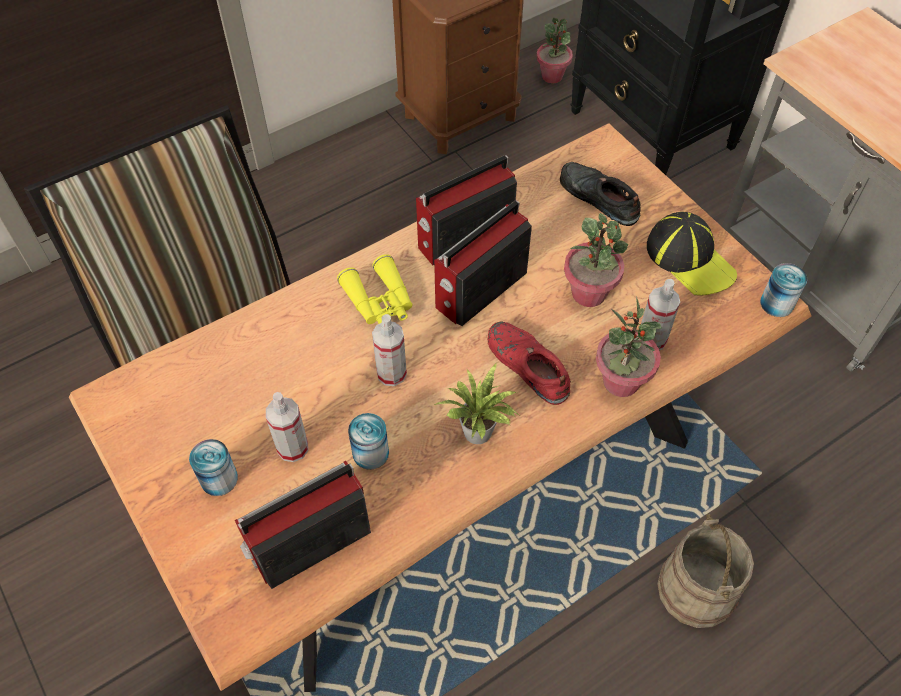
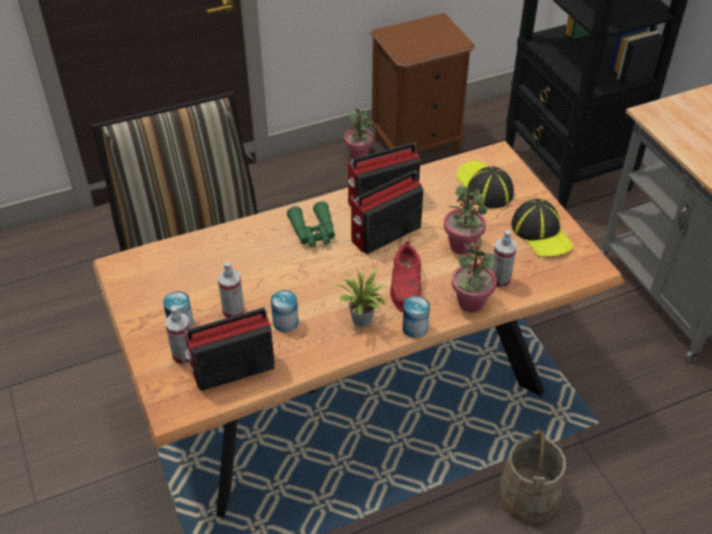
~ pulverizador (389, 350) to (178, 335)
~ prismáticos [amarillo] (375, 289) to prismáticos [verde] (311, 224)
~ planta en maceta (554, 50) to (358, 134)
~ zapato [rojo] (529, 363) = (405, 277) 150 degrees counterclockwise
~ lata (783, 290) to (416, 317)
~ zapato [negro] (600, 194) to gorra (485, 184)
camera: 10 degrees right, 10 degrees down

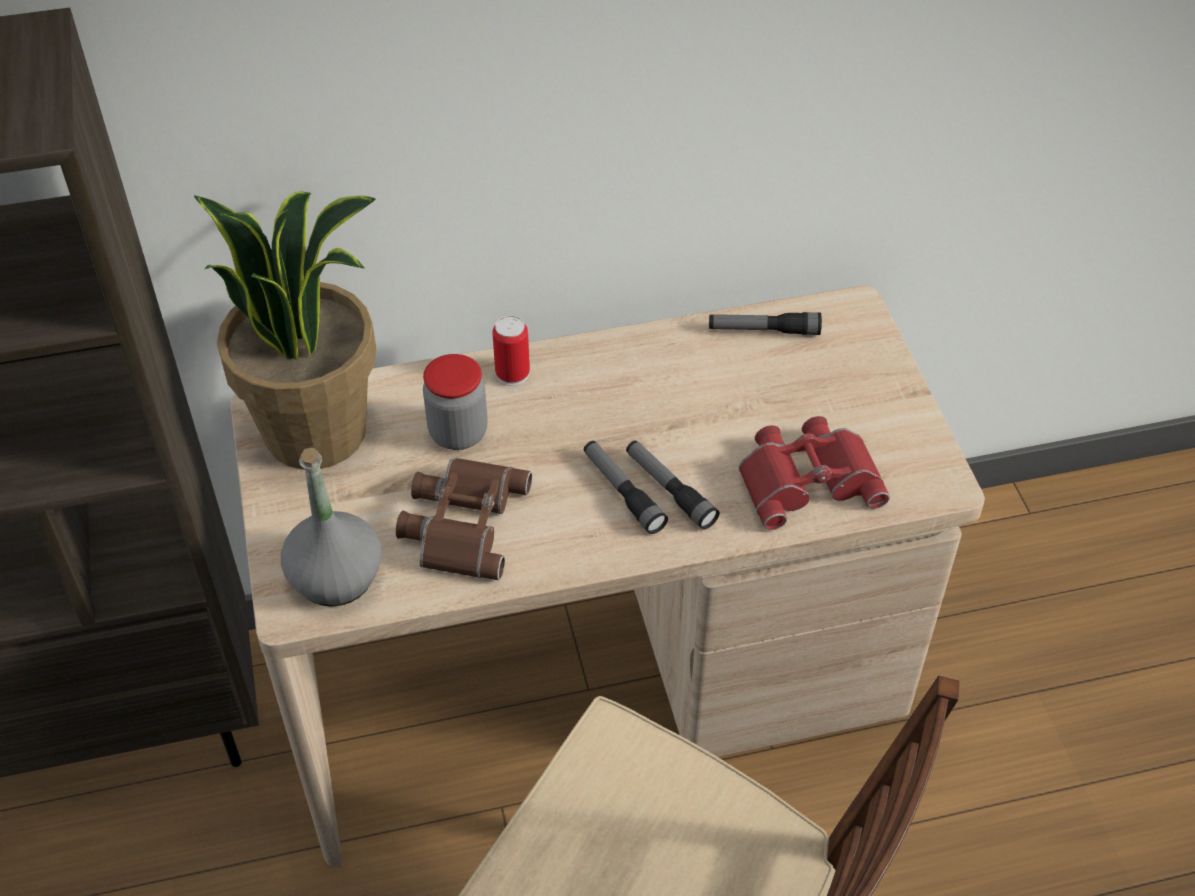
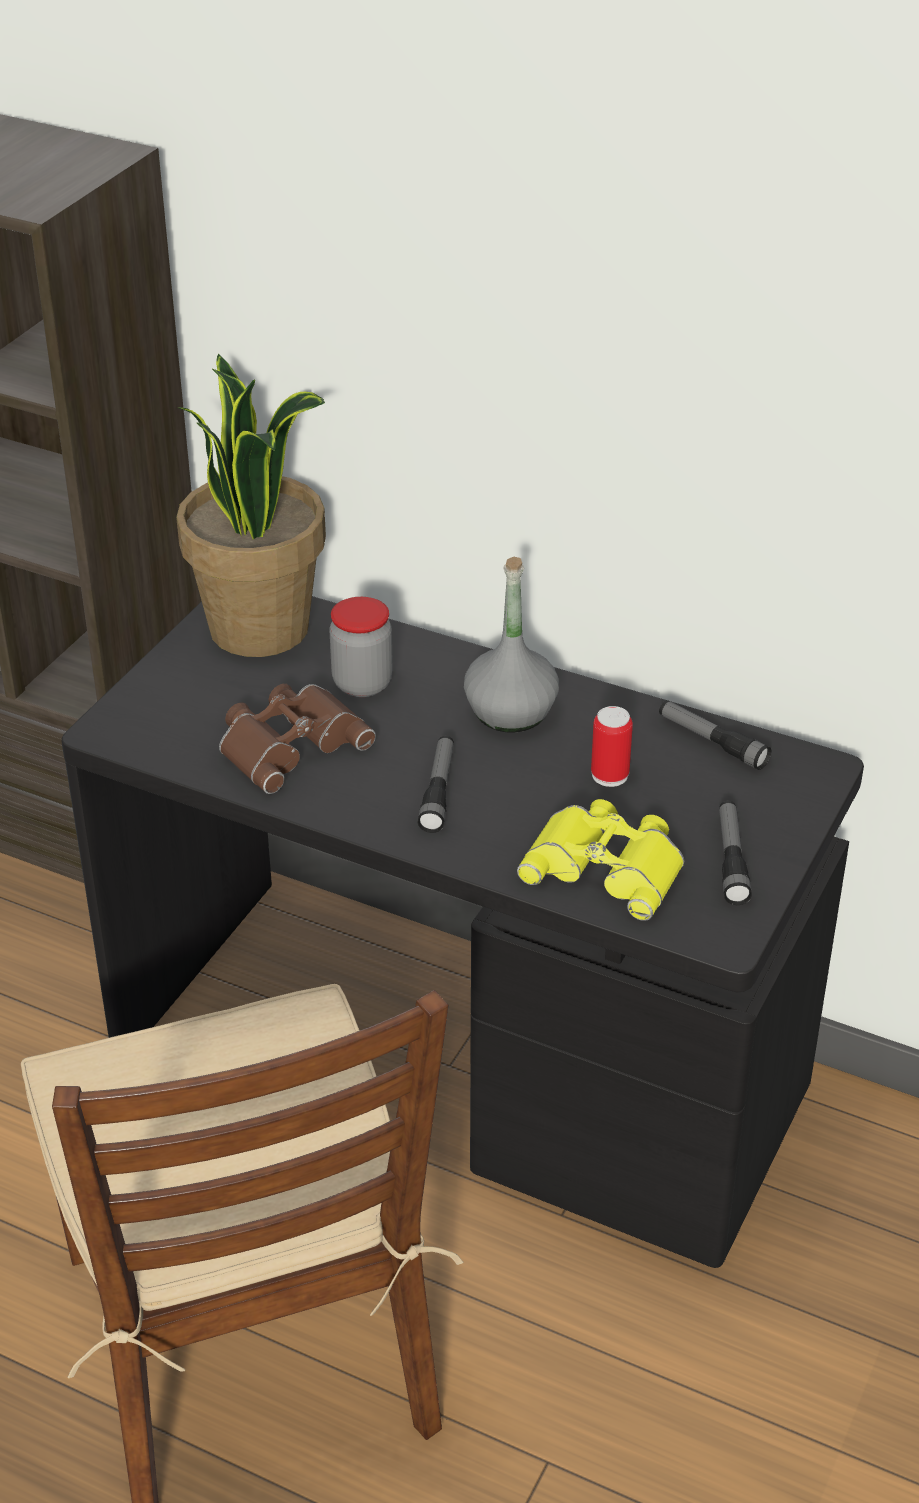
~ escritorio [beis] (608, 576) to escritorio [negro] (462, 932)
~ botella [gris] (331, 527) to (511, 645)
~ prismáticos [rojo] (814, 473) to prismáticos [amarillo] (600, 860)
~ lata (511, 351) to (612, 746)
~ linterna (673, 485) to (735, 853)
camera: 40 degrees right, 10 degrees down

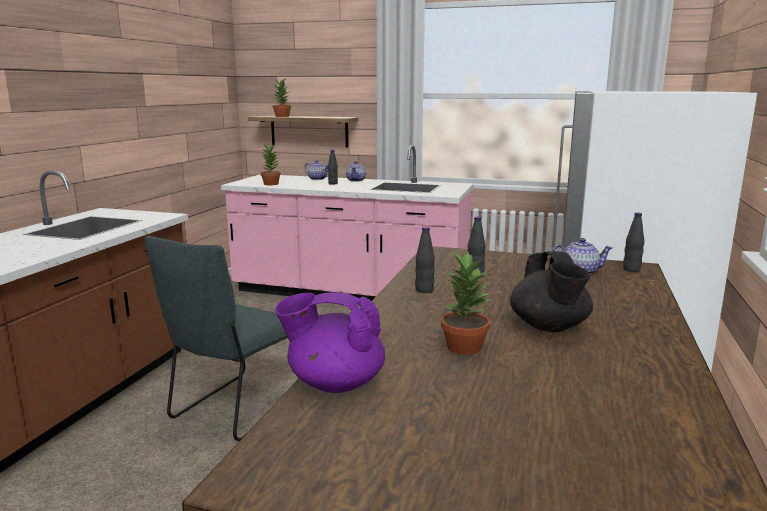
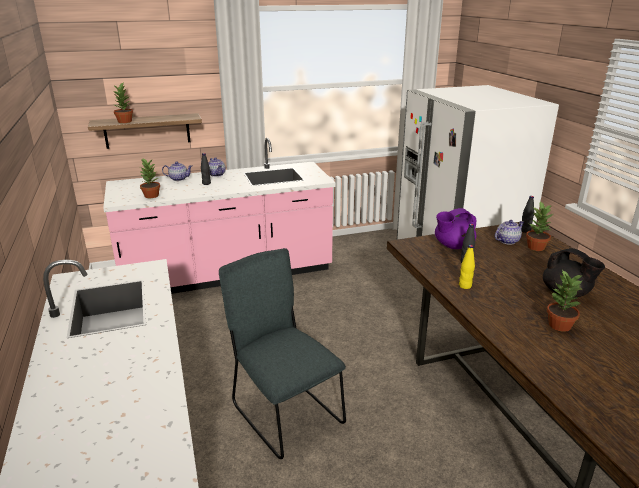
~ silla [gris] (216, 338) = (282, 353) 150 degrees clockwise
~ tetera [morado] (330, 342) to (456, 228)
~ botella [negro] (425, 260) to botella [amarillo] (467, 267)
+ planta en maceta (539, 226)
camera: 35 degrees left, 10 degrees up

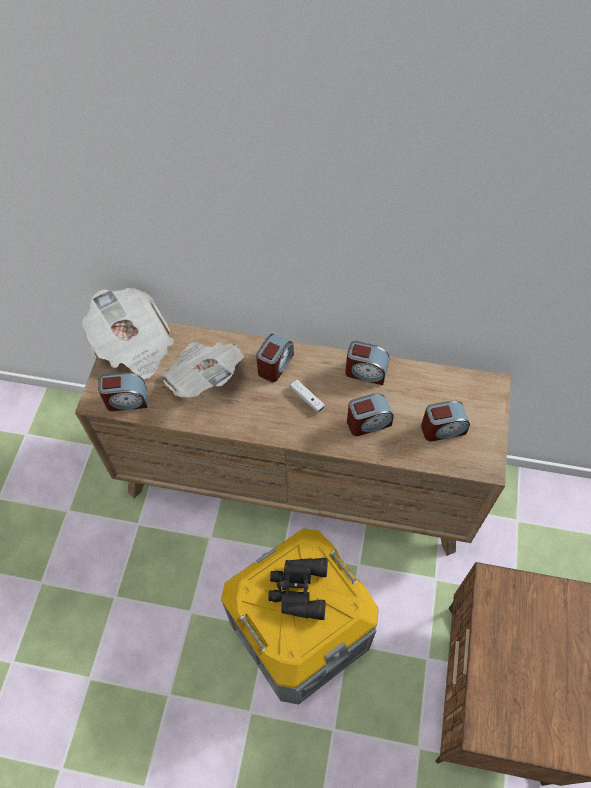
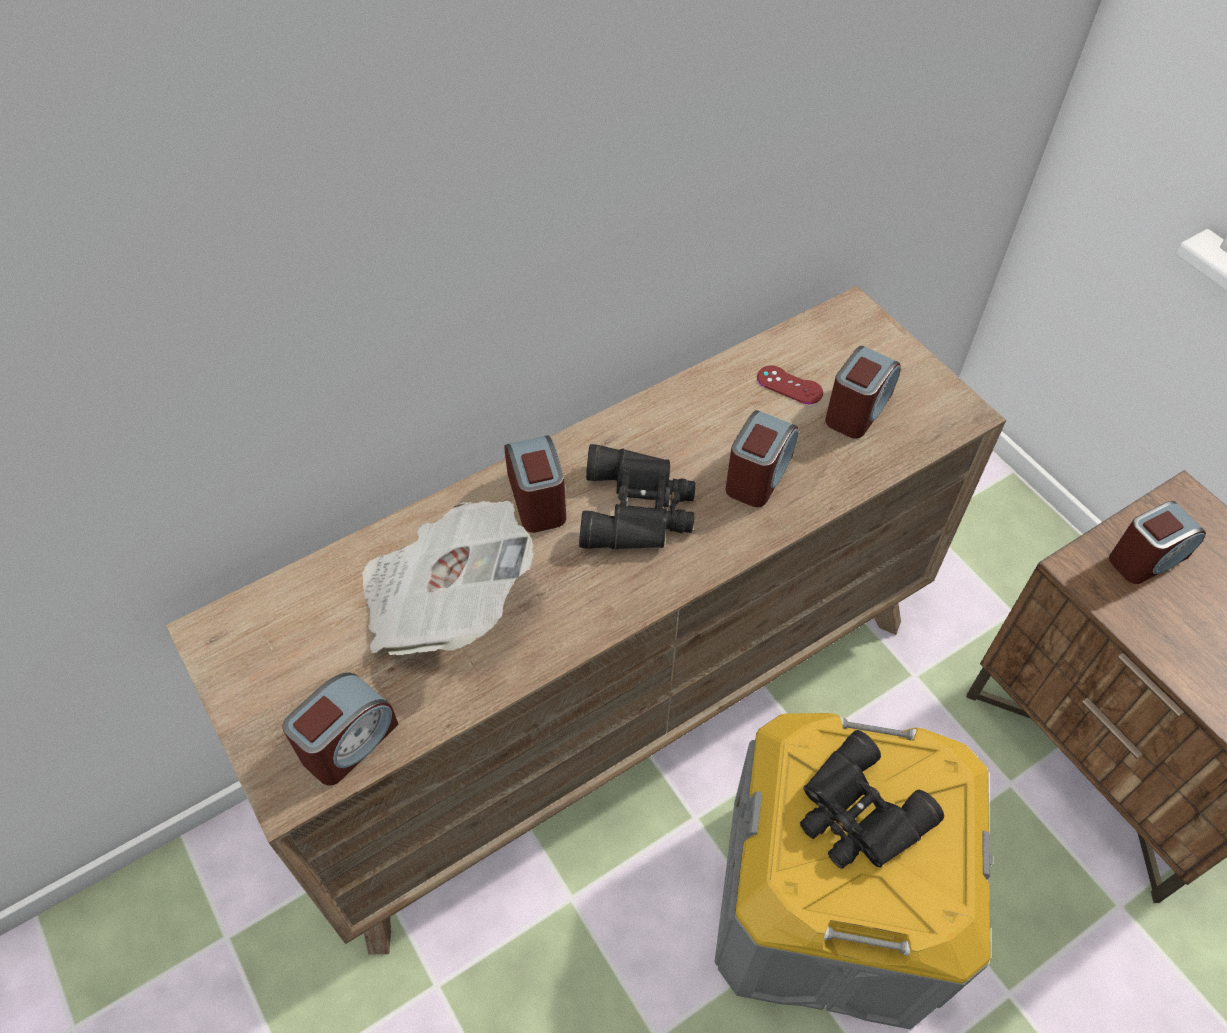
~ mando de consola [blanco] (307, 396) to prismáticos [negro] (637, 496)
+ mando de consola [rojo] (790, 384)
~ despertador (367, 363) to (1157, 542)
- periódico (128, 333)
camera: 45 degrees left, 5 degrees down

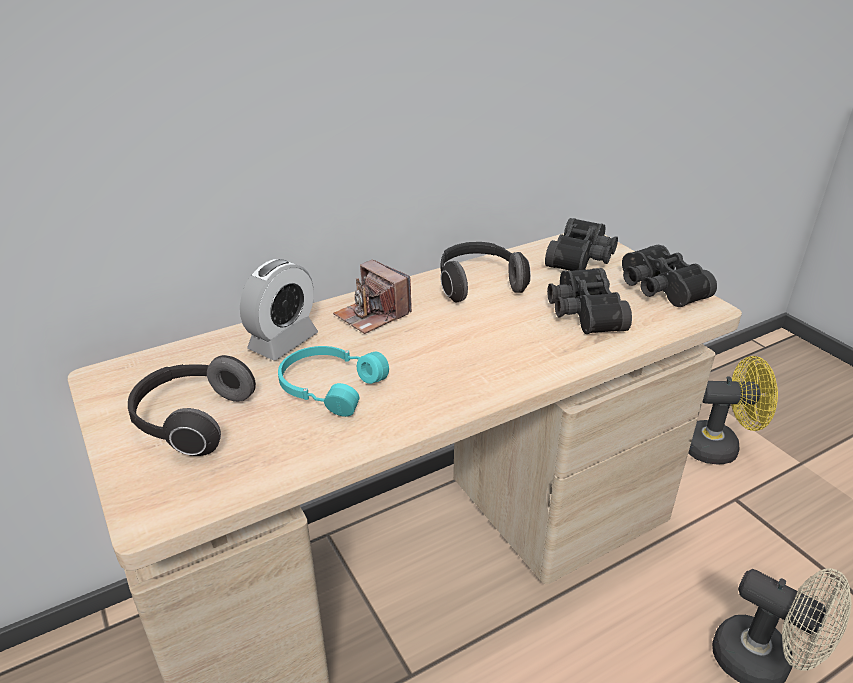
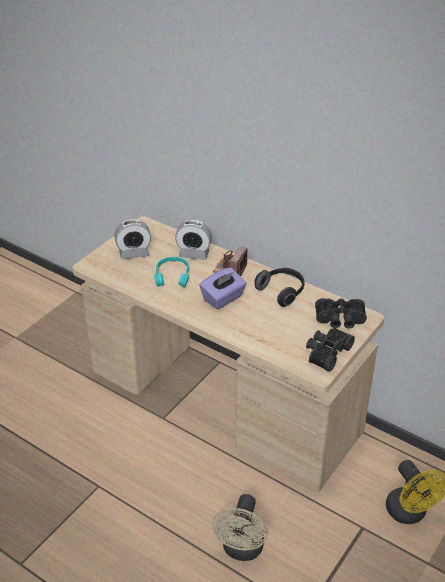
~ auriculares (192, 405) to despertador (132, 239)
+ caja de pañuelos [morado] (223, 288)
- prismáticos [negro] (589, 301)
camera: 65 degrees right, 5 degrees up

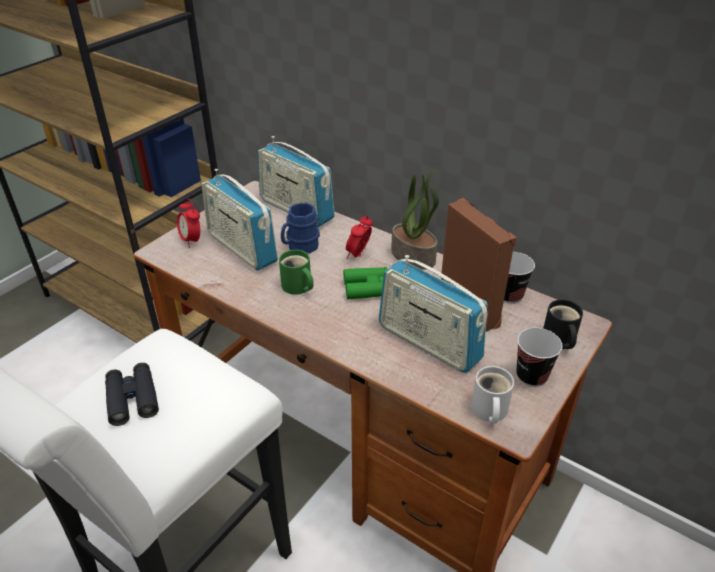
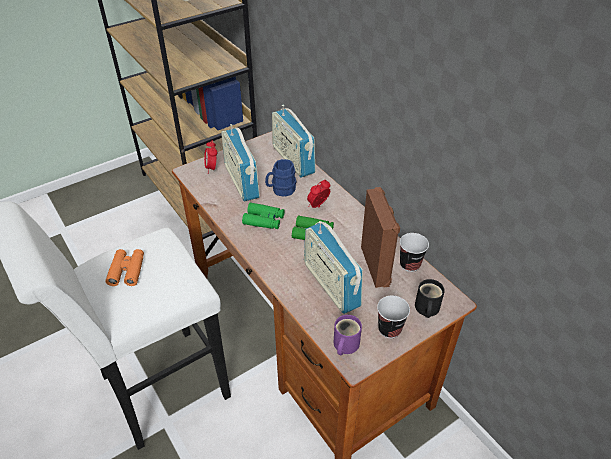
~ prismáticos [negro] (132, 394) to prismáticos [naranja] (124, 267)
~ taza grande [verde] (296, 272) to prismáticos [verde] (263, 215)
~ taza grande [blanco] (492, 395) to taza grande [morado] (348, 335)
- planta en maceta (415, 219)
camera: 20 degrees right, 5 degrees up

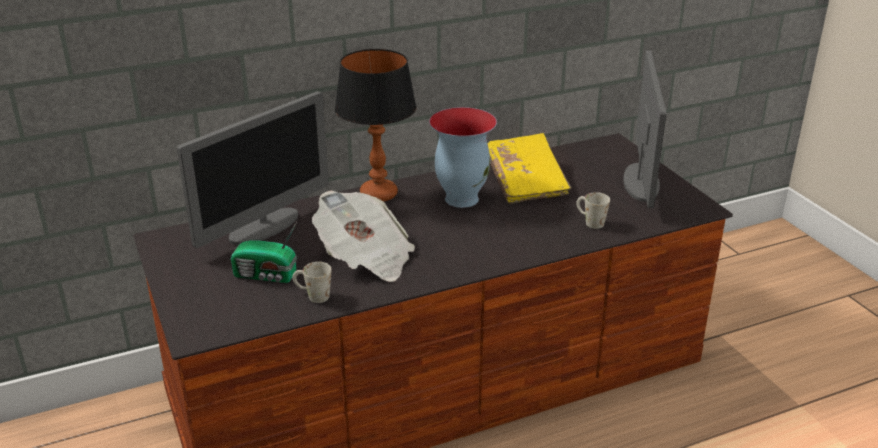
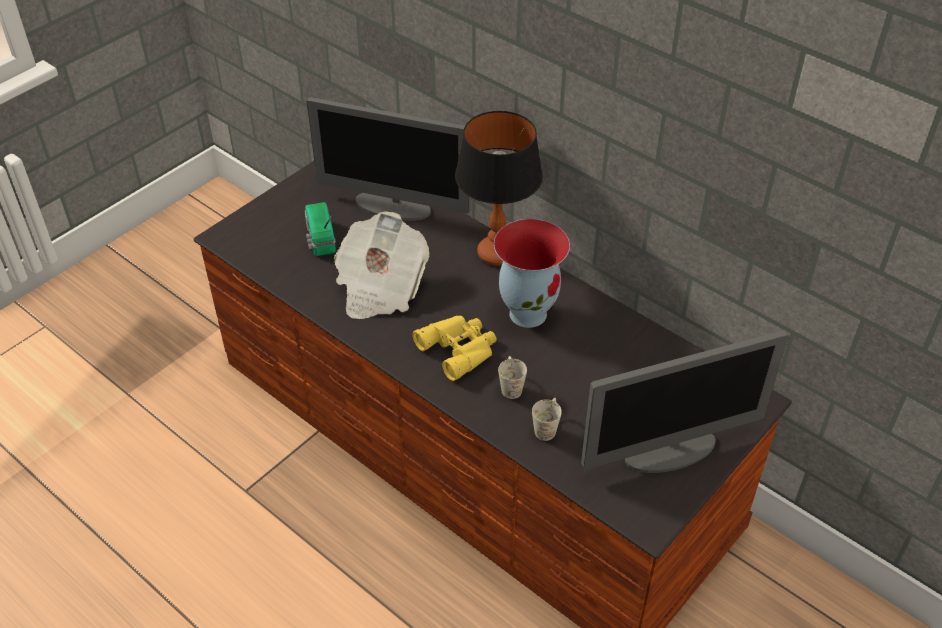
+ prismáticos [amarillo] (454, 348)
~ taza grande [blanco] (312, 282) to (512, 377)
- libro [amarillo] (529, 168)
camera: 65 degrees right, 15 degrees up

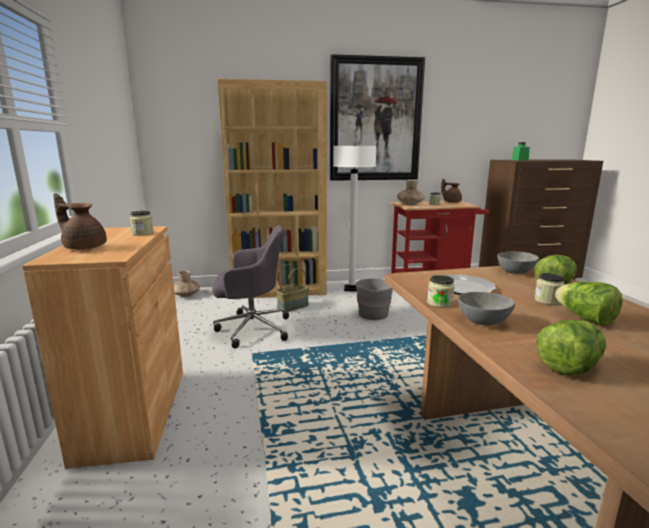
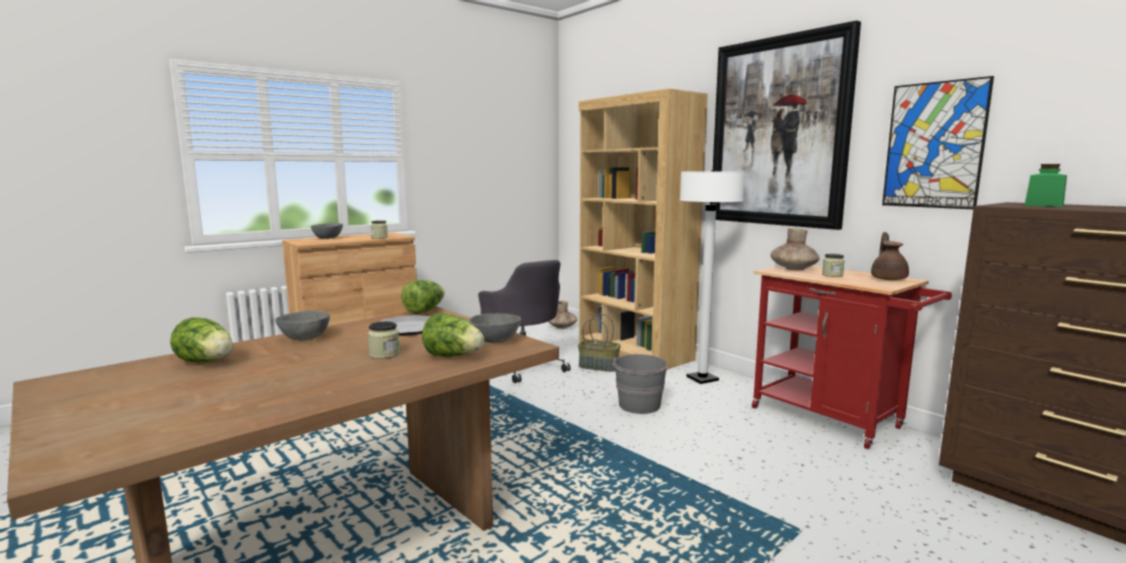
~ tetera [marrón] (80, 221) to cuenco [gris] (327, 231)
~ lechuga (589, 303) to (423, 297)
+ cuadro (938, 142)
- tarro (441, 291)
camera: 60 degrees right, 5 degrees down

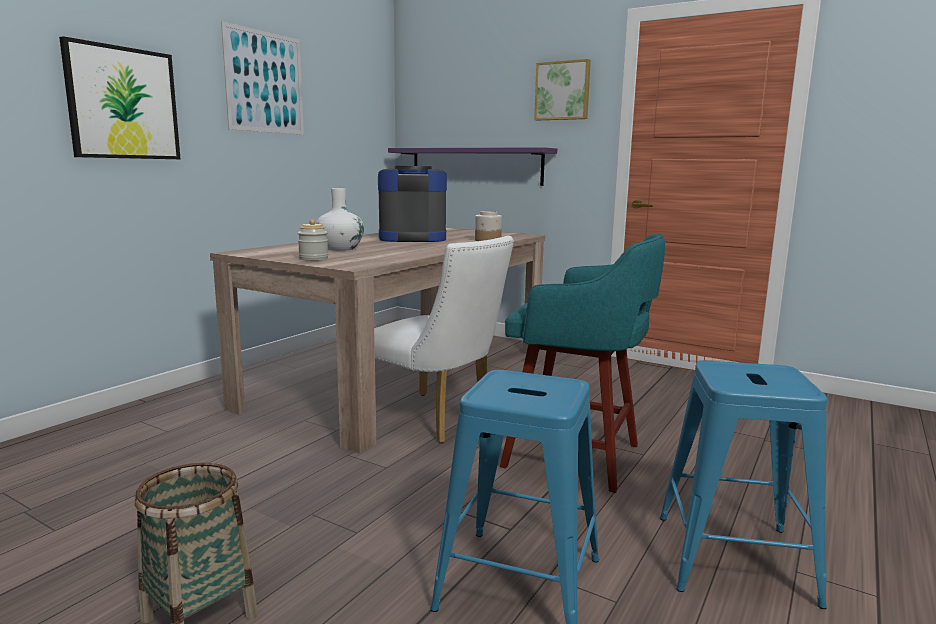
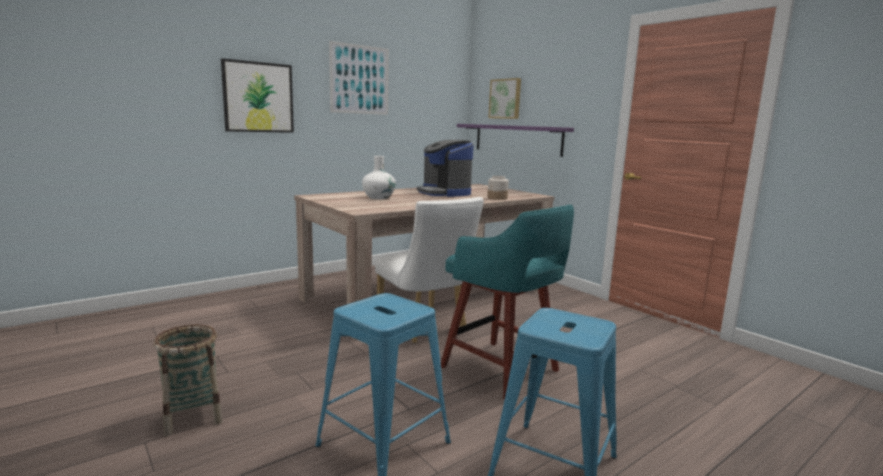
~ cafetera (412, 204) = (445, 168) 135 degrees counterclockwise
~ cuadro (562, 89) to (504, 98)
- tarro (313, 240)
camera: 20 degrees right, 0 degrees up

